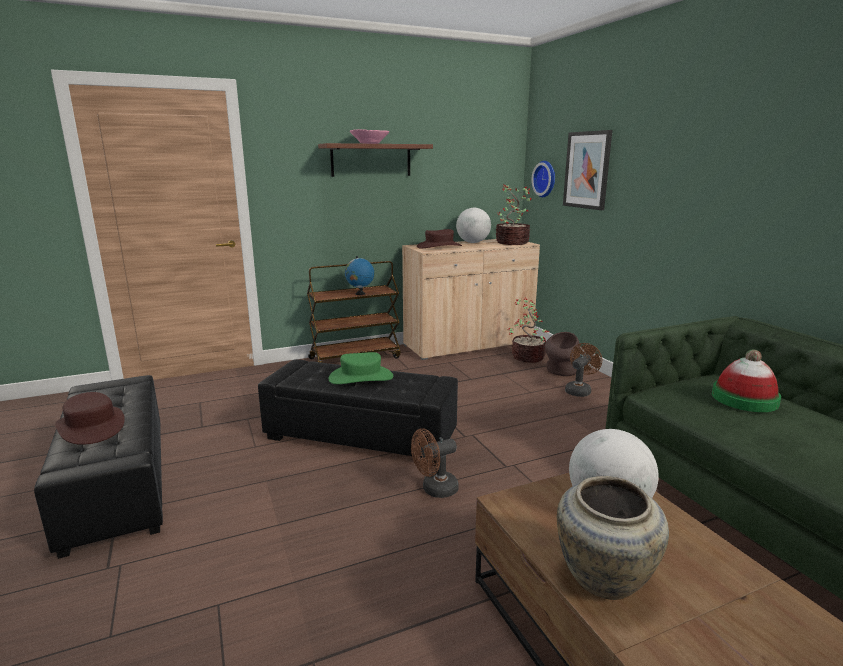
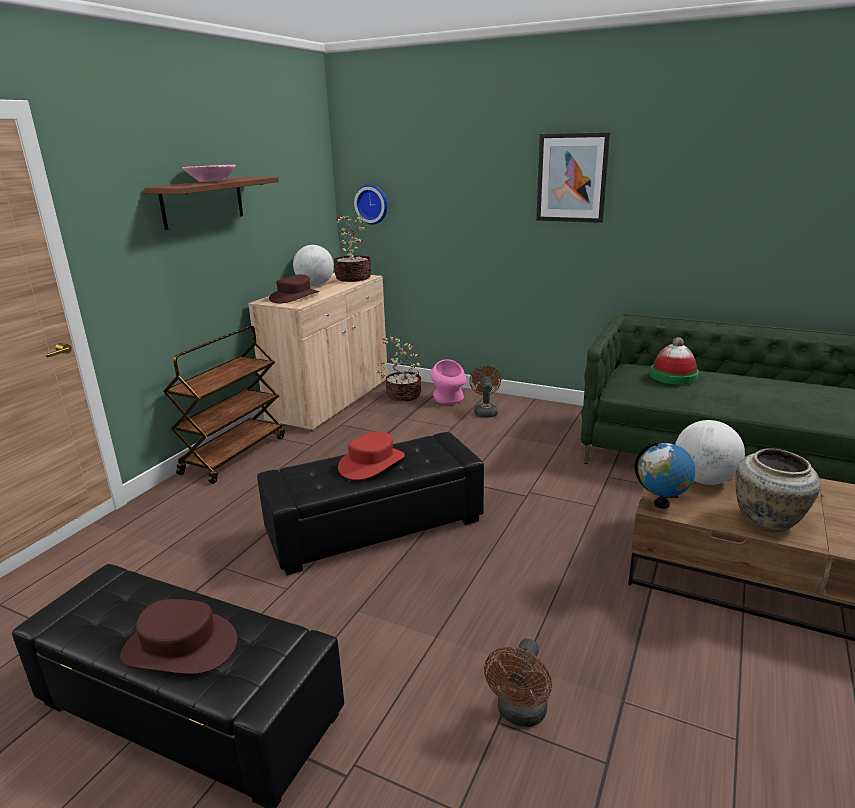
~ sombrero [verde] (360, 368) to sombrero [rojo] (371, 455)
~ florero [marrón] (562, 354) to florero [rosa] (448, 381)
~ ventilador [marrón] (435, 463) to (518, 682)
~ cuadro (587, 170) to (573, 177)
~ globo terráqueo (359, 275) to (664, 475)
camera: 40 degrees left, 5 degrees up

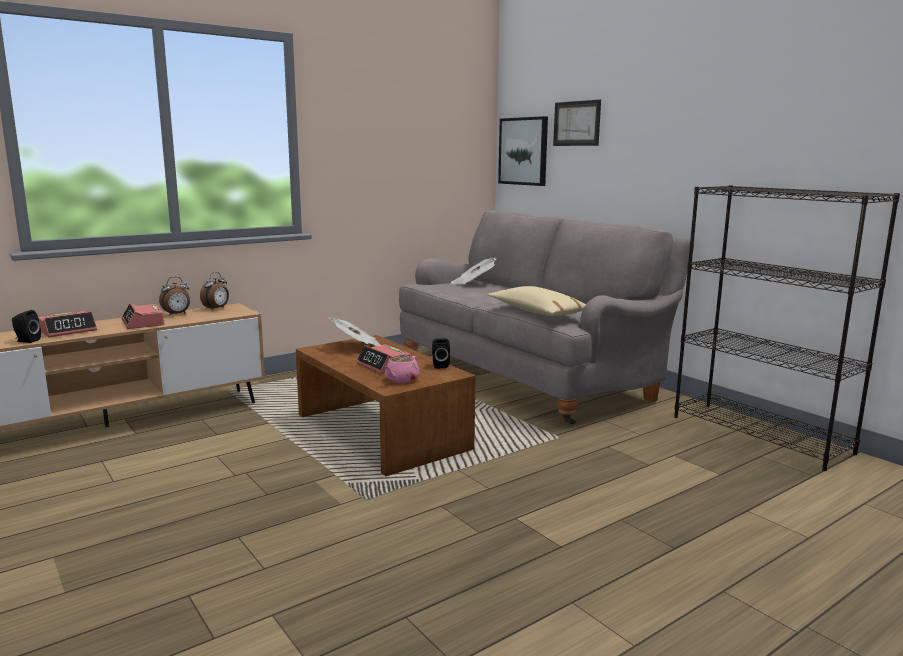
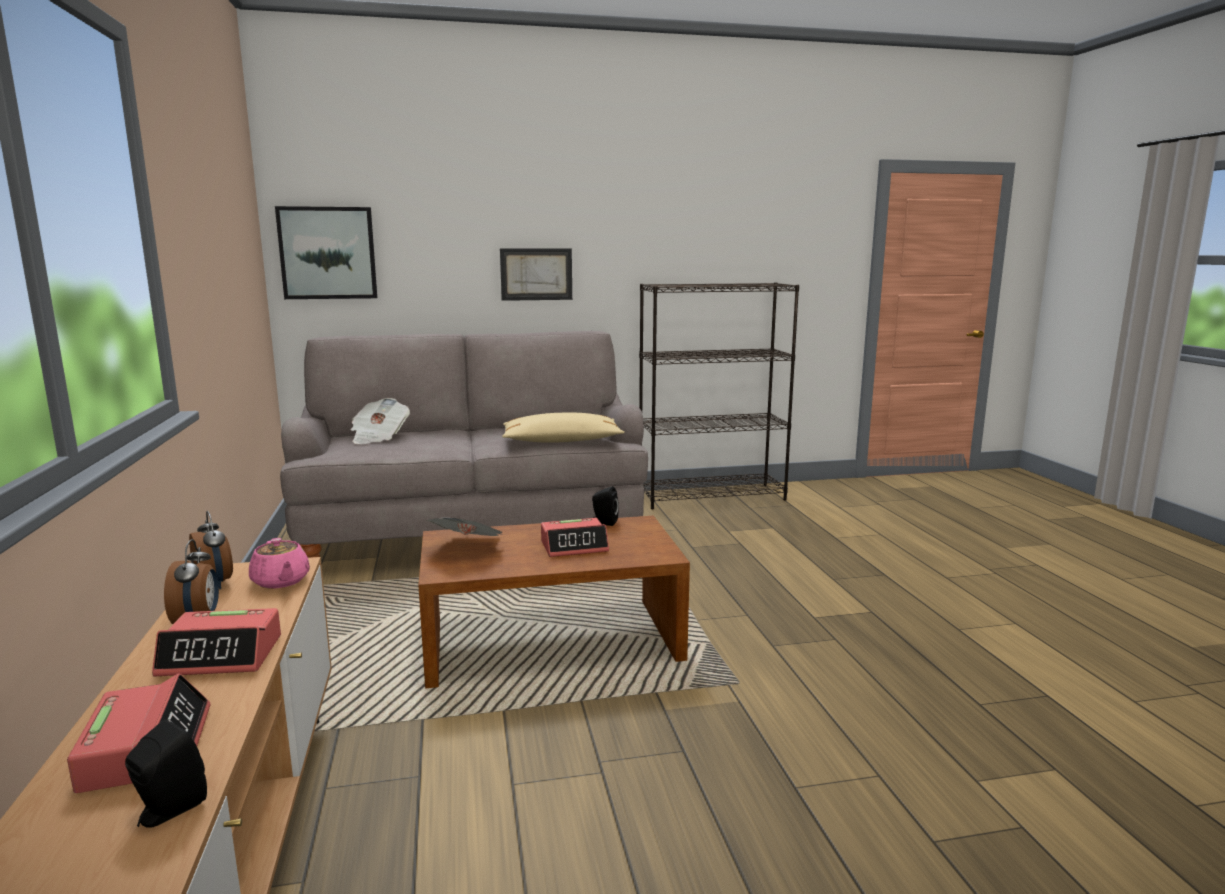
~ tetera [rosa] (401, 368) to (279, 563)
~ cuadro (577, 123) to (536, 274)
camera: 65 degrees left, 0 degrees up

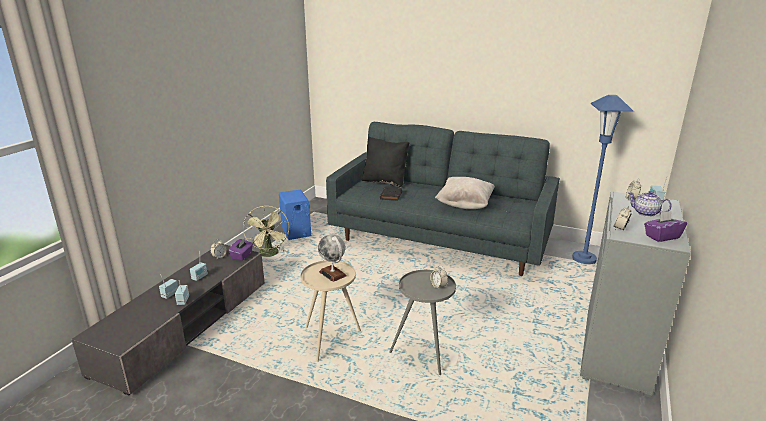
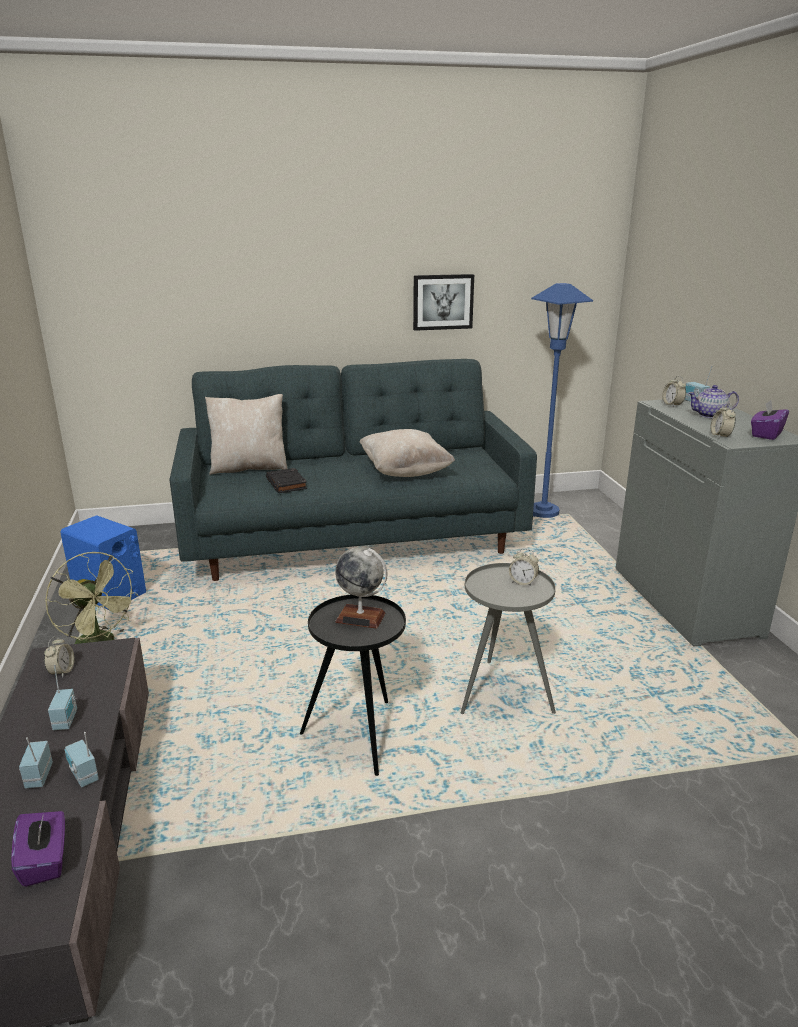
~ caja de pañuelos [morado] (241, 249) to (38, 849)
~ cojín [negro] (386, 161) to cojín [beis] (246, 434)
~ mesa auxiliar [beis] (330, 311) to mesa auxiliar [negro] (353, 685)
+ cuadro (443, 302)
camera: 35 degrees left, 0 degrees up

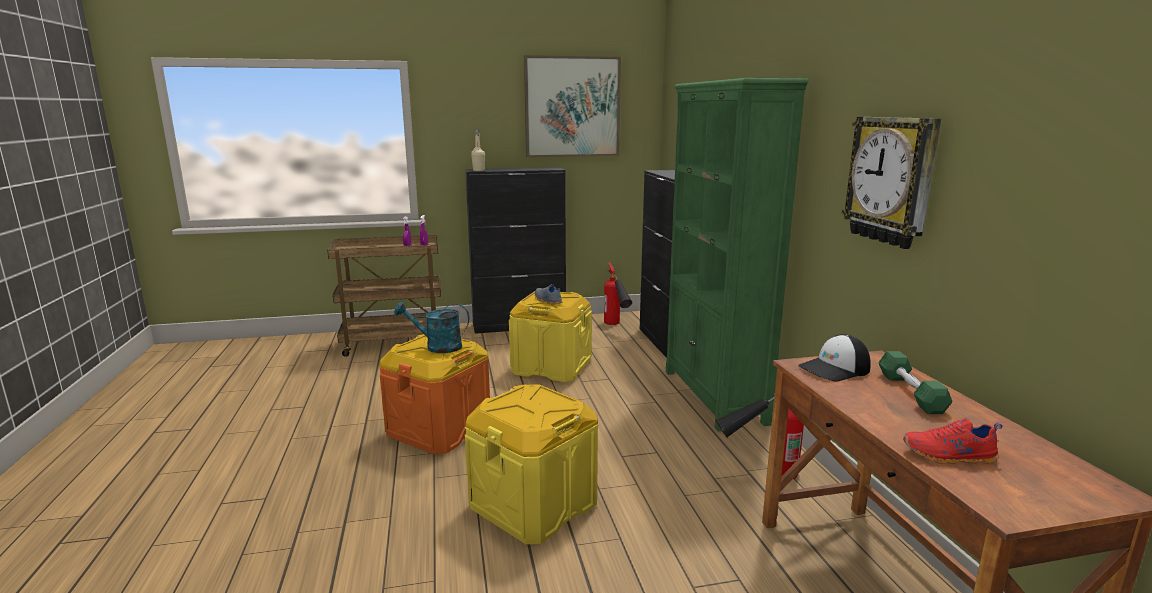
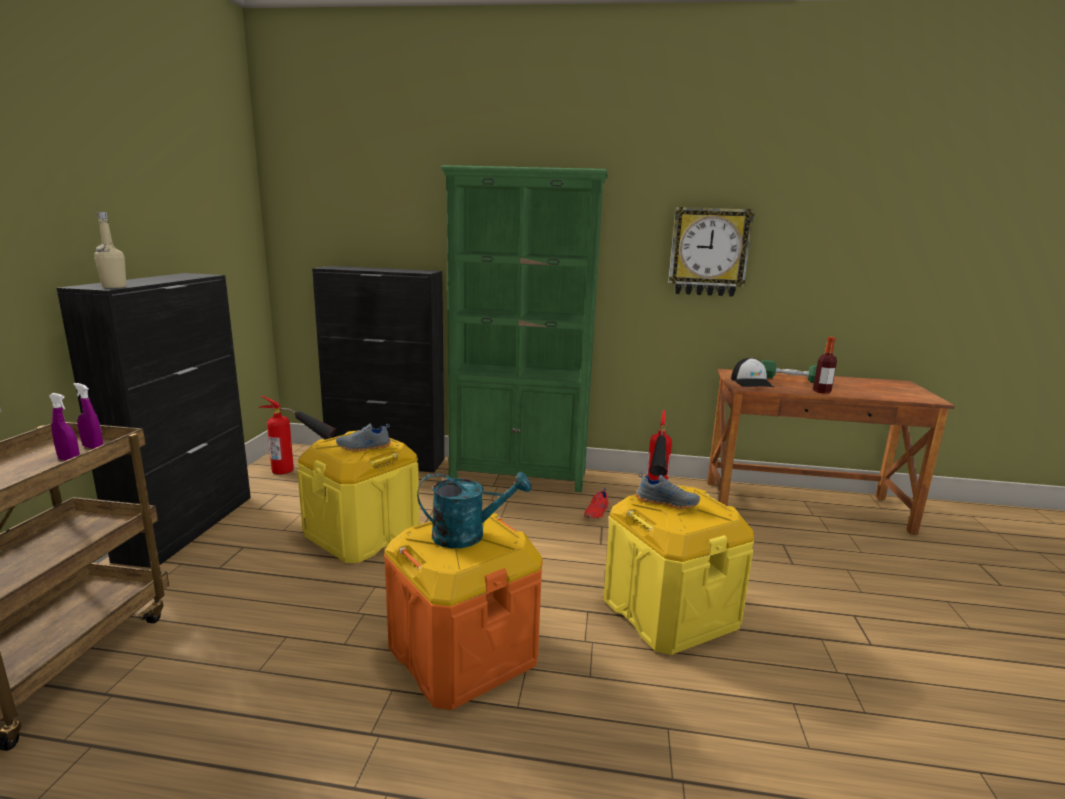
~ regadera [turquesa] (431, 327) = (474, 510) 120 degrees counterclockwise
~ zapato [rojo] (952, 441) to (596, 504)
+ zapato [gris] (667, 491)
+ botella (825, 365)
- cuadro (572, 106)
camera: 70 degrees left, 0 degrees up

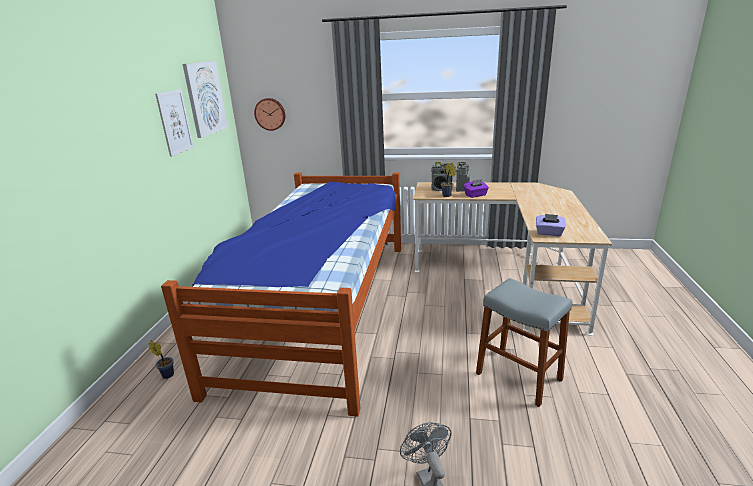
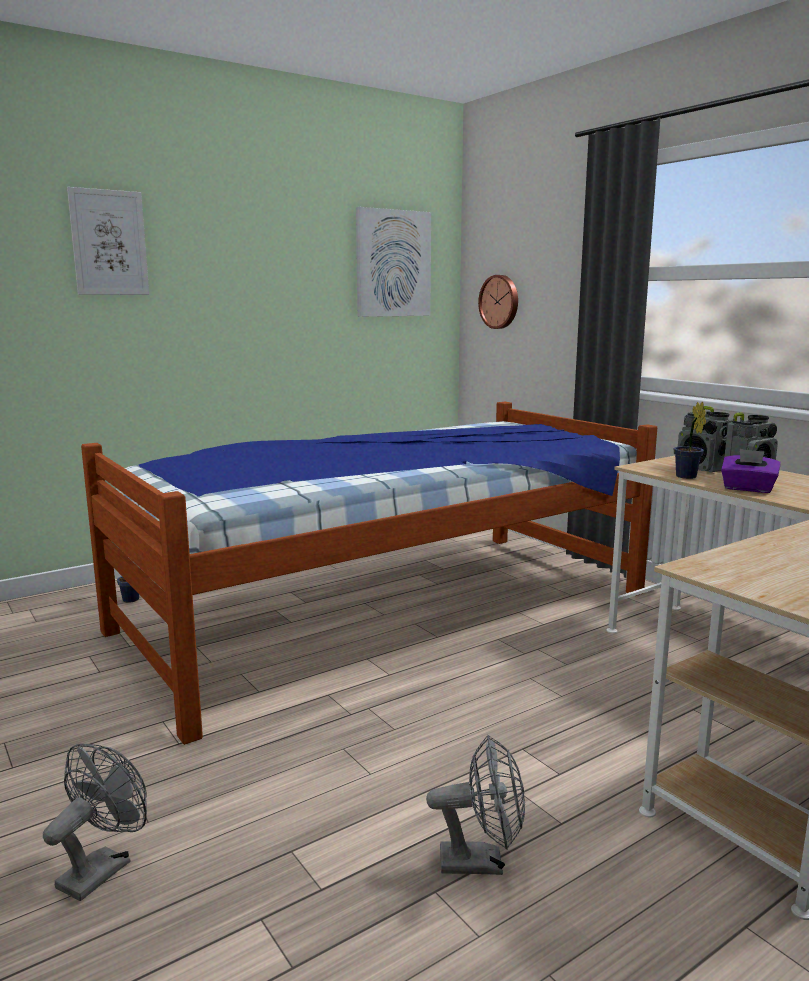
~ cuadro (174, 123) to (108, 241)
~ taburete [gris] (524, 342) to ventilador [gris] (475, 805)
- caja de pañuelos [morado] (551, 225)
camera: 45 degrees right, 10 degrees down

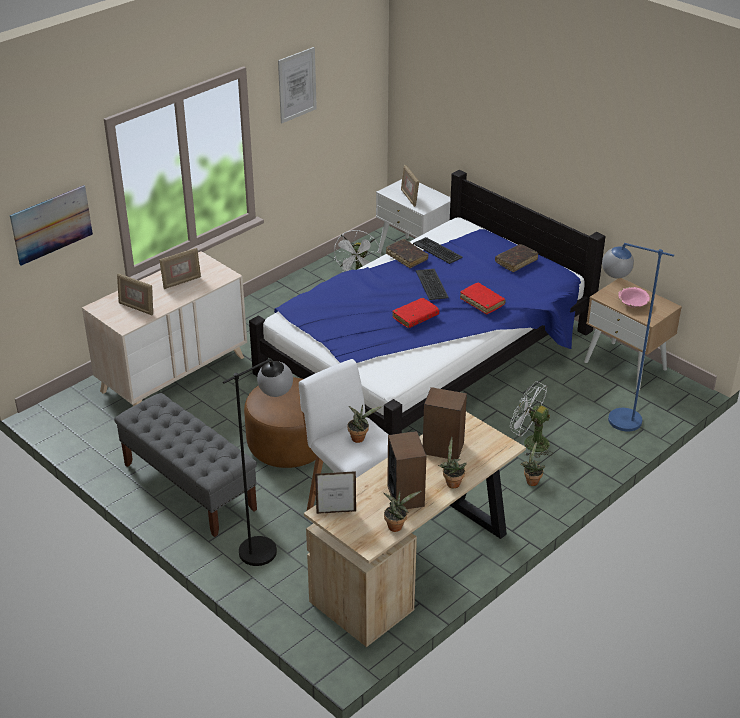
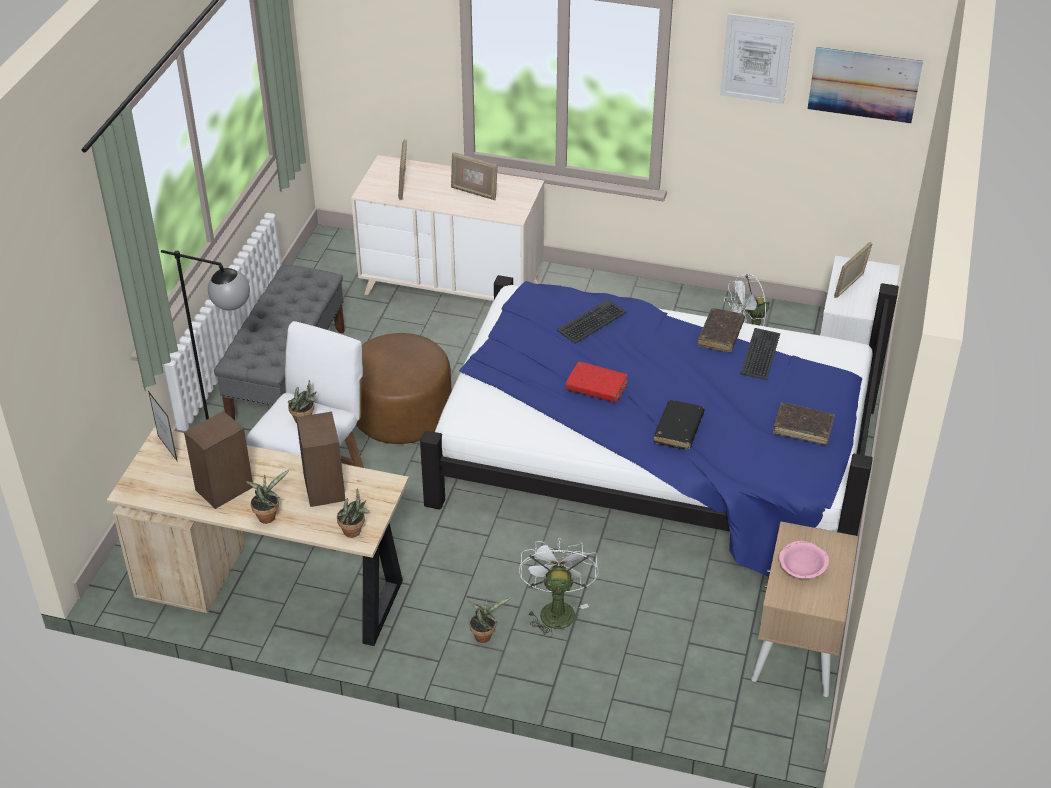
~ planta en maceta (402, 511) to (353, 513)
~ teclado (432, 284) to (591, 321)
~ libro [rojo] (483, 298) to libro [negro] (679, 425)
~ cuadro (51, 225) to (865, 85)
- lámpara de pie [azul] (638, 337)
camera: 60 degrees right, 5 degrees up

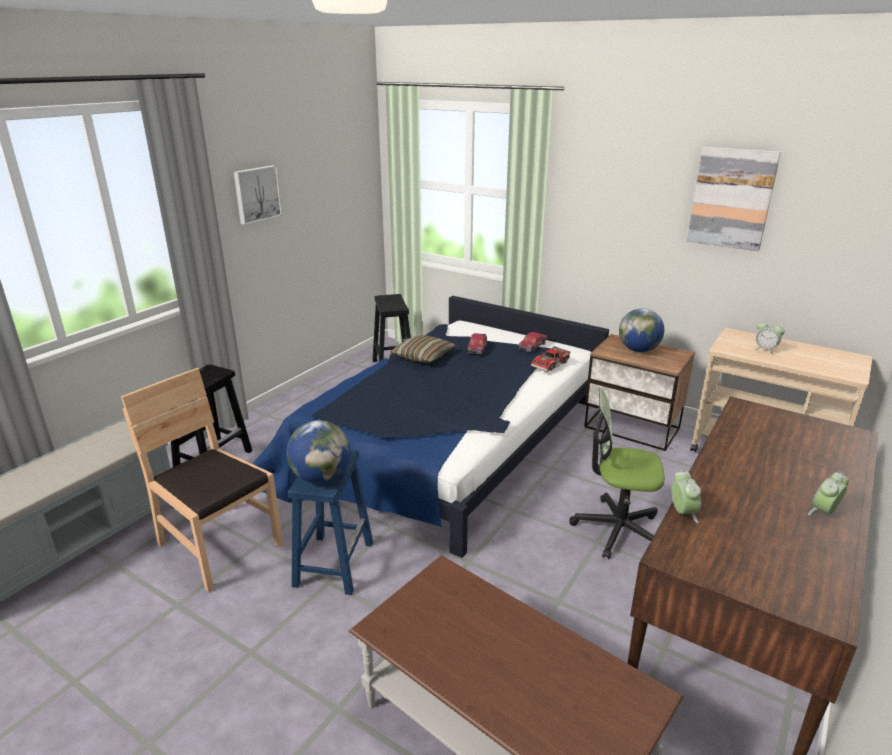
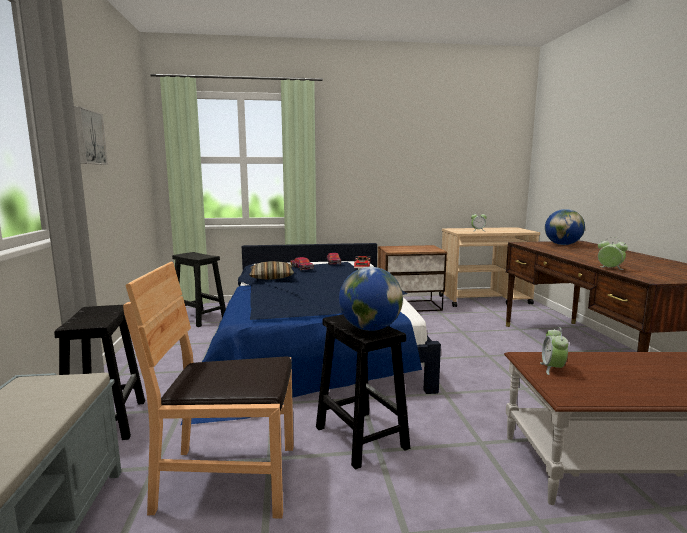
~ taburete [azul] (330, 522) to taburete [negro] (363, 392)
~ despertador (828, 493) to (554, 351)
~ globo terráqueo (641, 330) to (565, 227)
- silla de oficina (617, 473)
- cuadro (734, 199)
camera: 40 degrees left, 15 degrees down

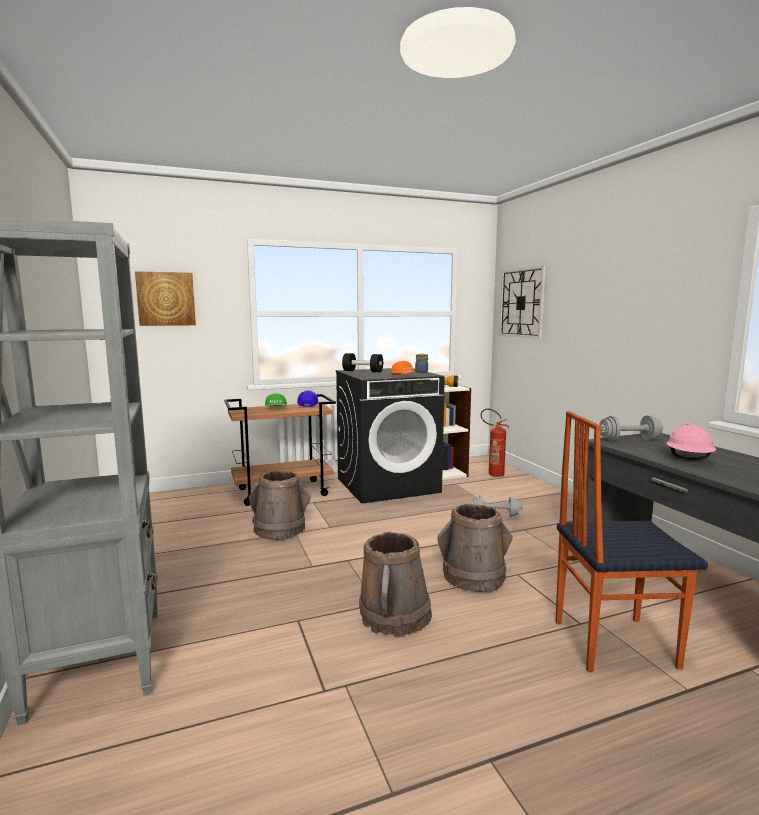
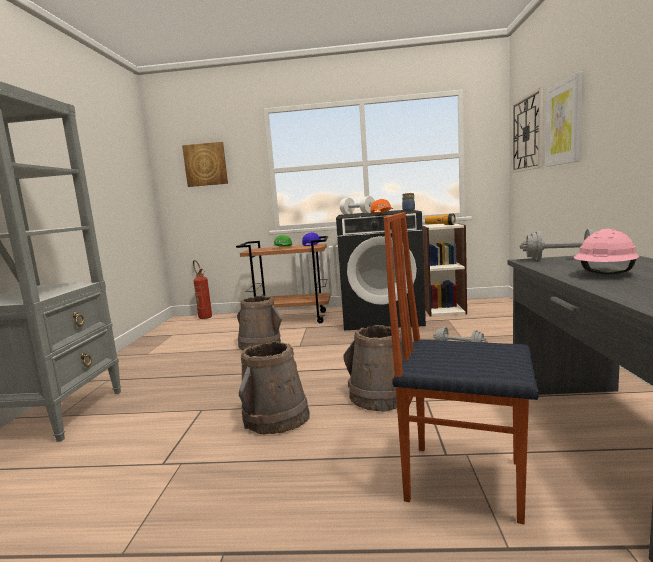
~ extintor (495, 443) to (202, 289)
~ mancuerna [negro] (362, 362) to mancuerna [blanco] (357, 205)
+ cuadro (564, 119)
camera: 25 degrees right, 0 degrees up

